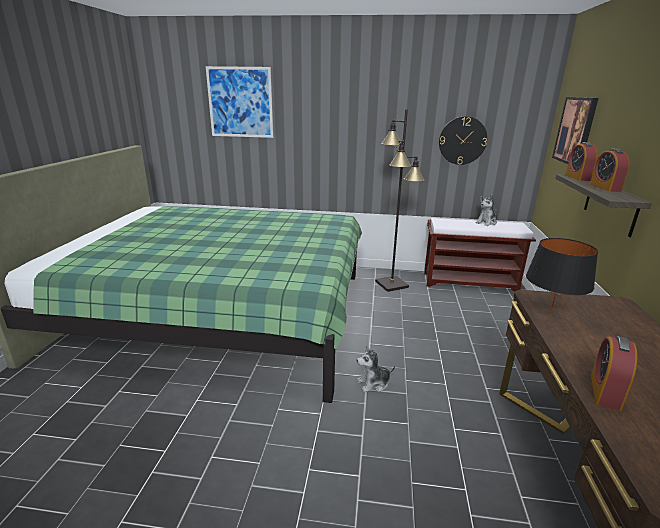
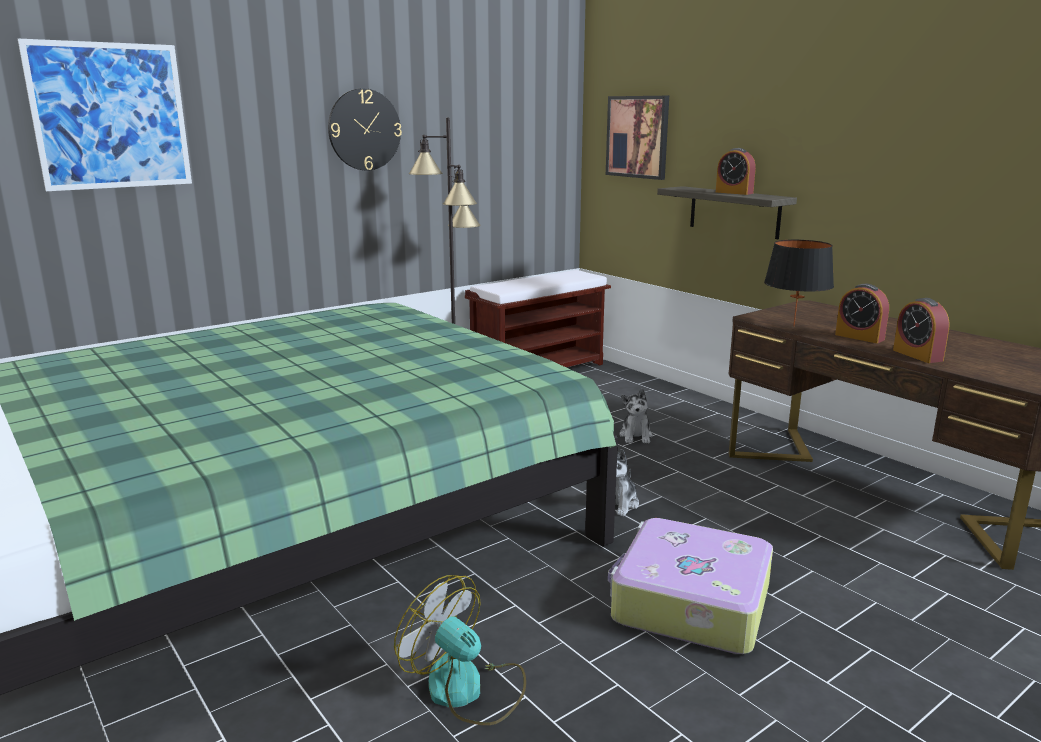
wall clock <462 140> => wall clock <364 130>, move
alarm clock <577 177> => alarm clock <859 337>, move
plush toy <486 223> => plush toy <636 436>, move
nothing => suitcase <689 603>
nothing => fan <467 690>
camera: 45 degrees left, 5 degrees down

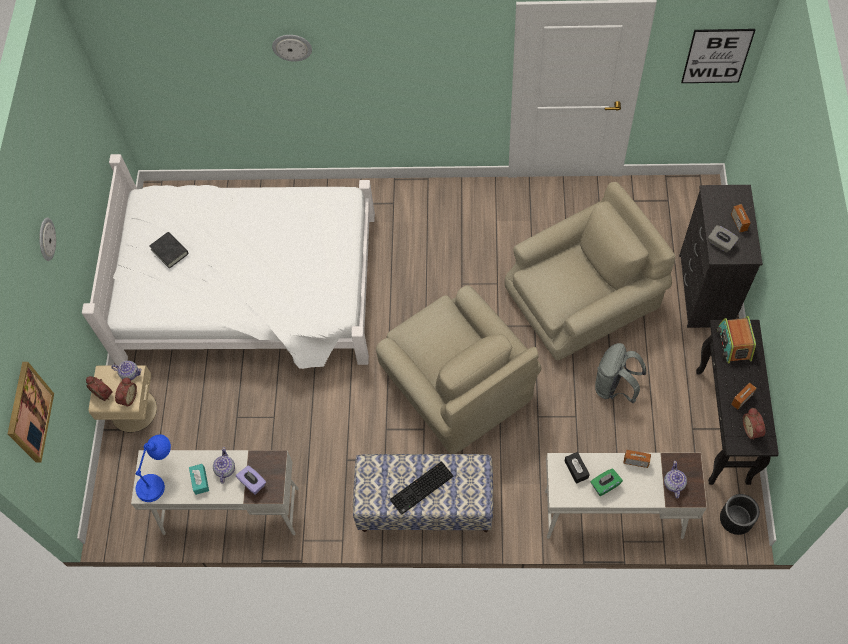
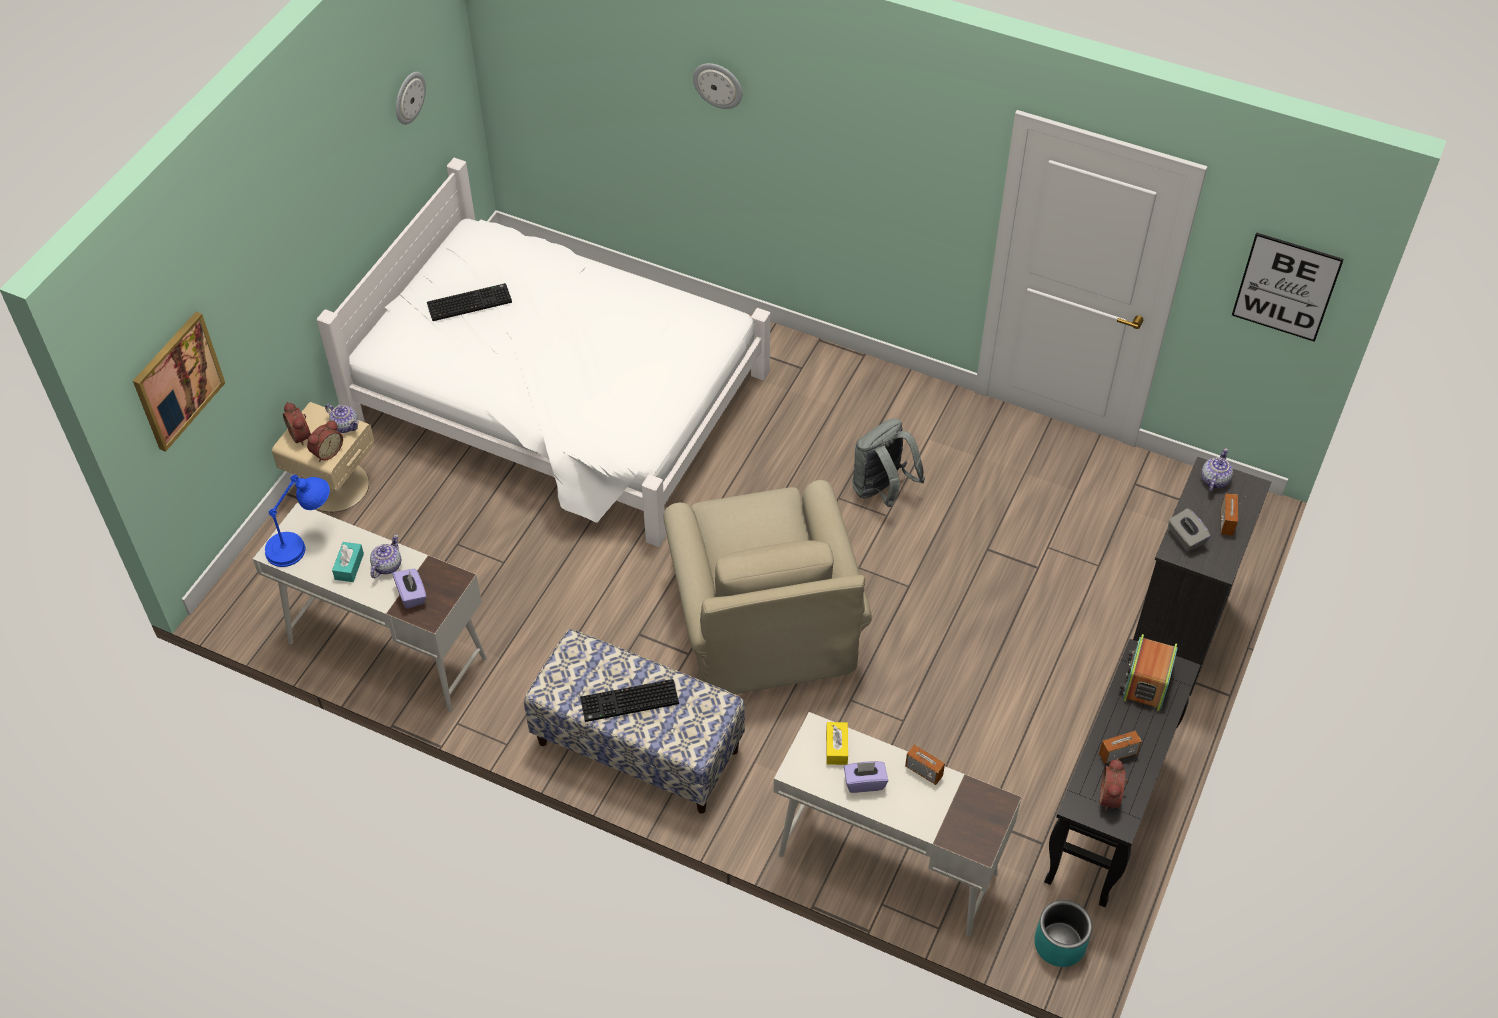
beige armchair <581 298> => nothing
wall clock <46 239> => wall clock <409 97>, move
black book <169 251> => keyboard <470 302>
grey backpack <615 387> => grey backpack <882 490>, move
black tissue box <576 469> => yellow tissue box <836 747>
teapot <673 484> => teapot <1214 480>, move
green tissue box <605 485> => purple tissue box <864 782>
black planter <736 519> => turquoise planter <1060 944>
camera: 20 degrees right, 10 degrees down

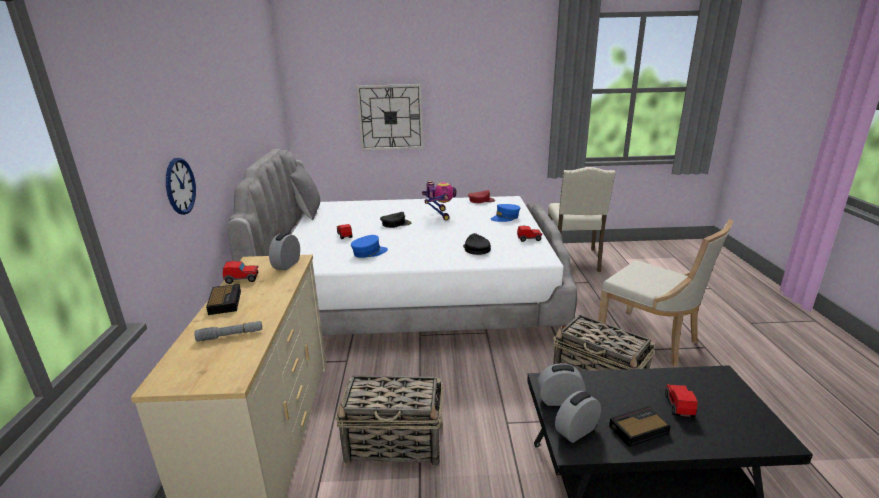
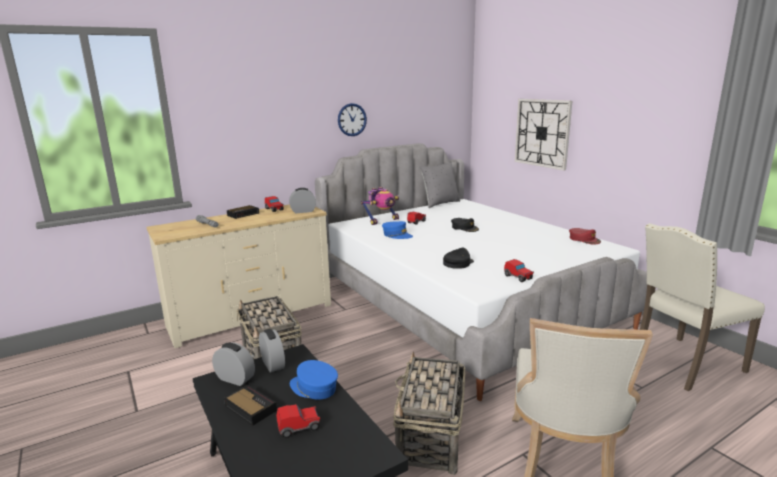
wall clock <180 186> => wall clock <352 119>, move
toy robot <439 215> => toy robot <382 221>, move
blue cap <505 218> => blue cap <314 388>, move
camera: 60 degrees right, 5 degrees down

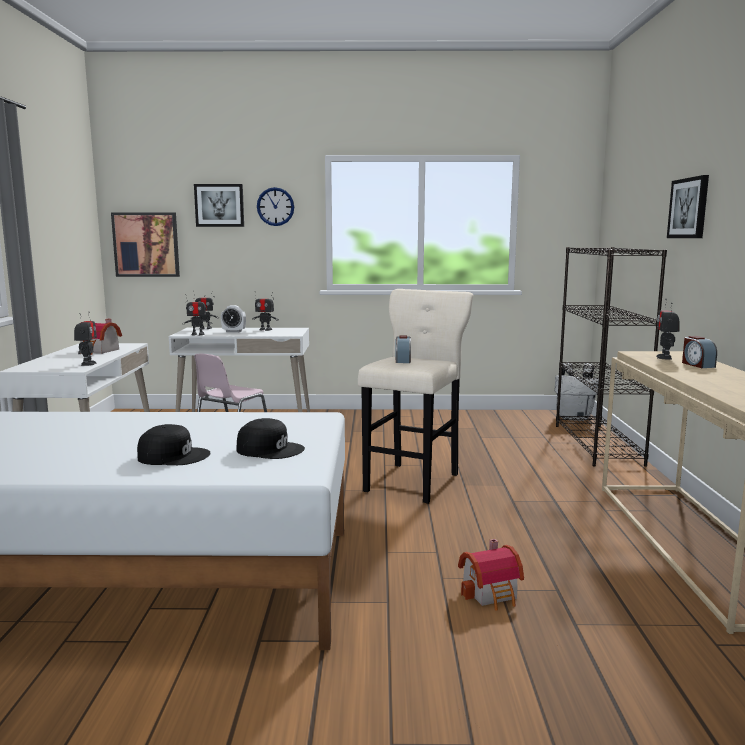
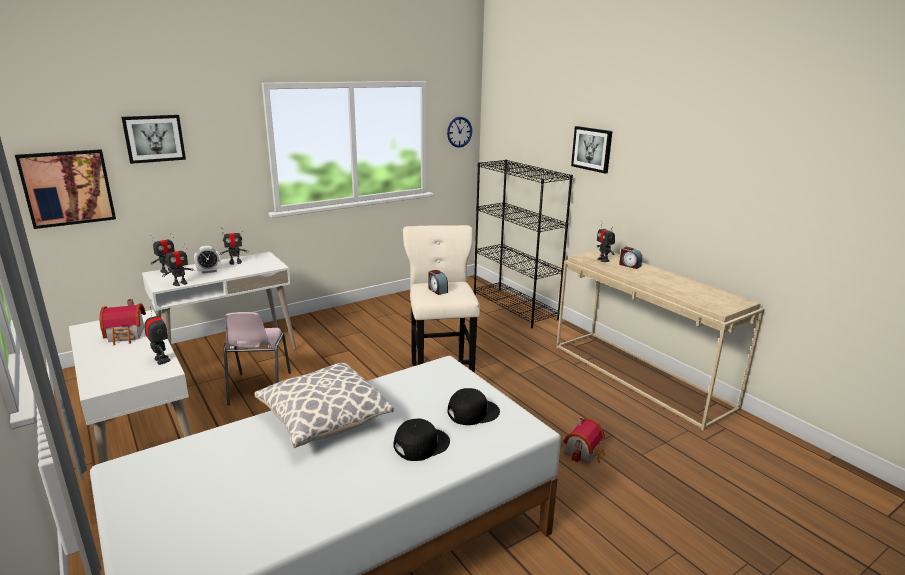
wall clock <275 206> => wall clock <459 132>, move
white backpack <574 418> => nothing
nothing => pillow <324 420>
camera: 35 degrees left, 10 degrees up

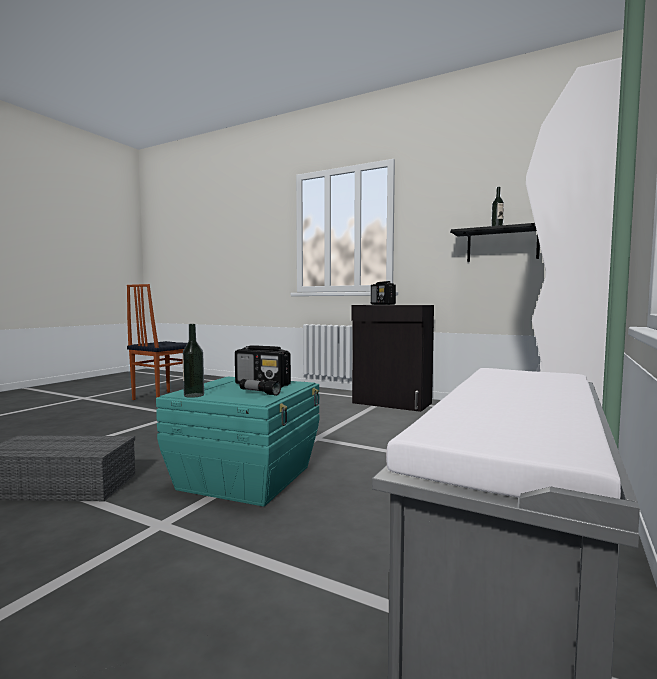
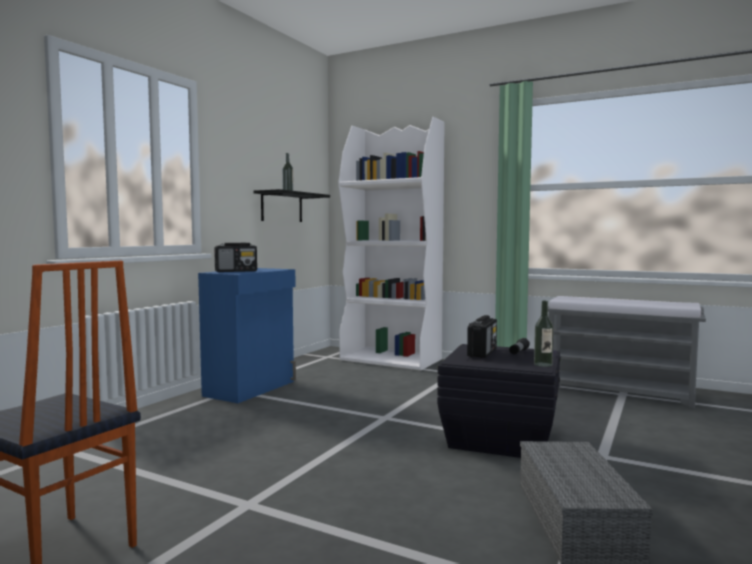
black cabinet <392 403> => blue cabinet <251 388>
turquoise storage box <247 477> => black storage box <499 437>
camera: 90 degrees left, 0 degrees up

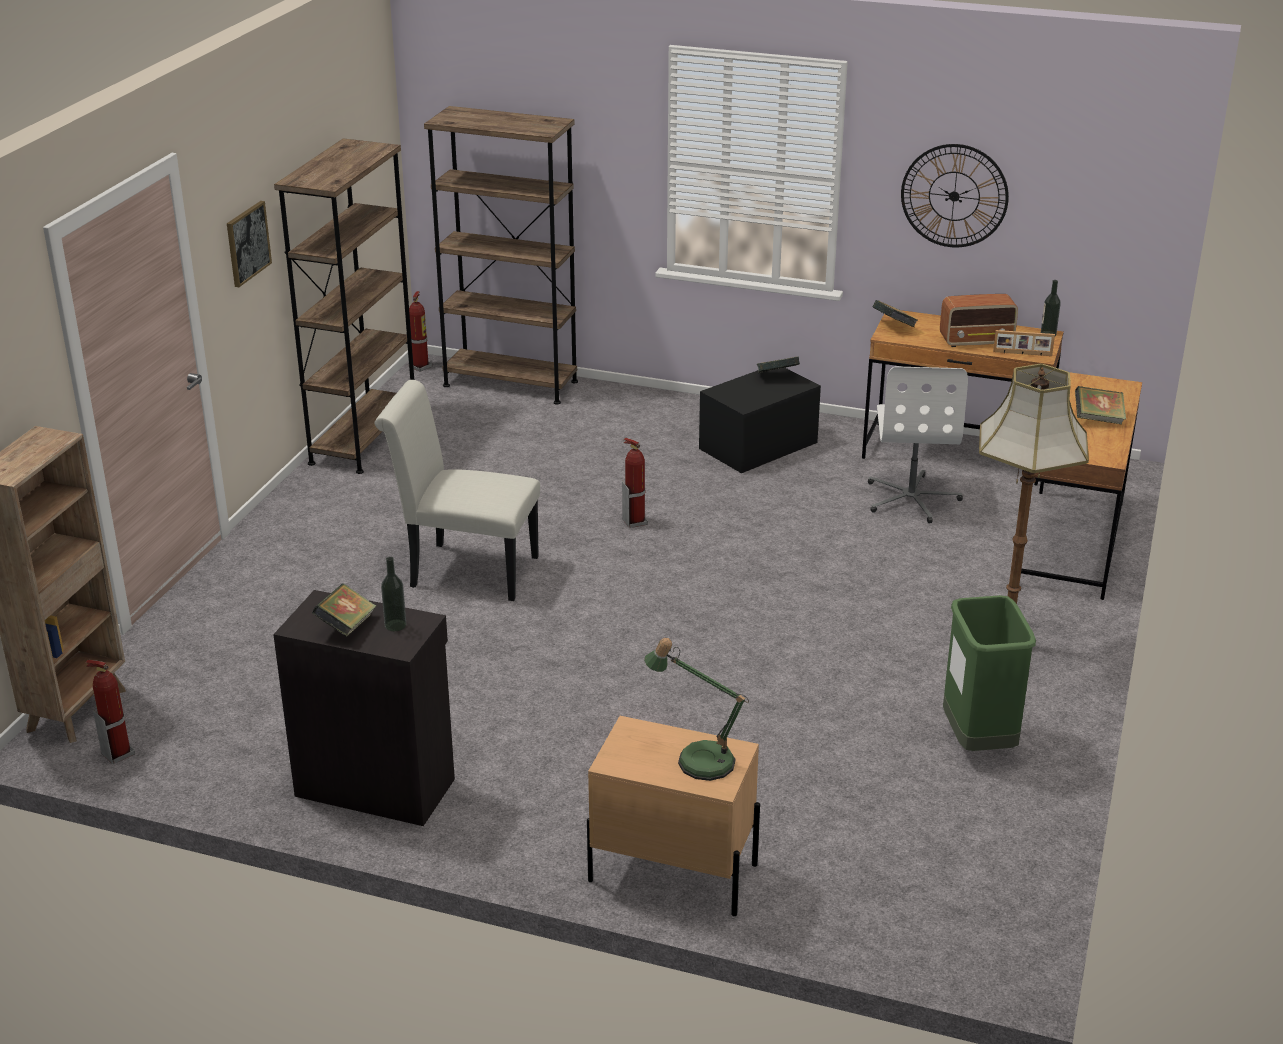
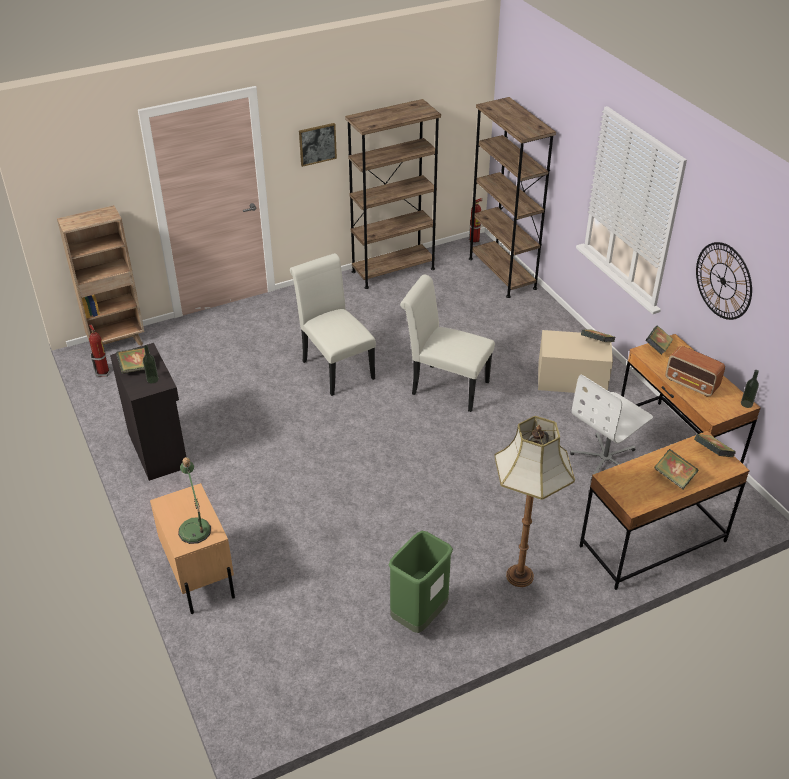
picture frame <1022 354> => nothing
black storage box <758 445> => beige storage box <572 378>
fire extinguisher <634 521> => white chair <445 386>
nothing => book <712 454>
camera: 45 degrees right, 10 degrees up

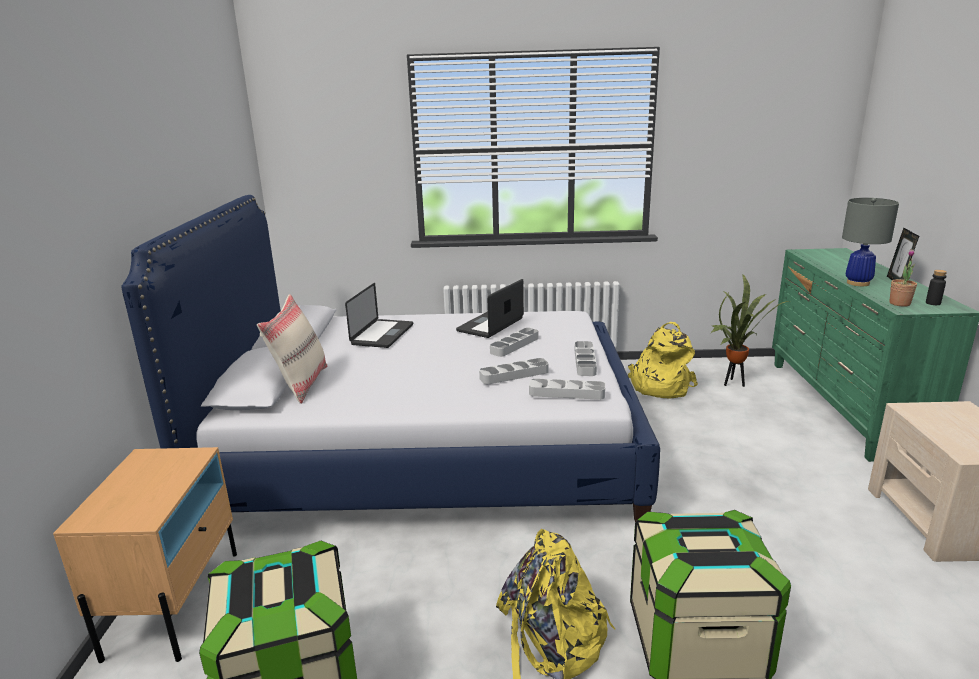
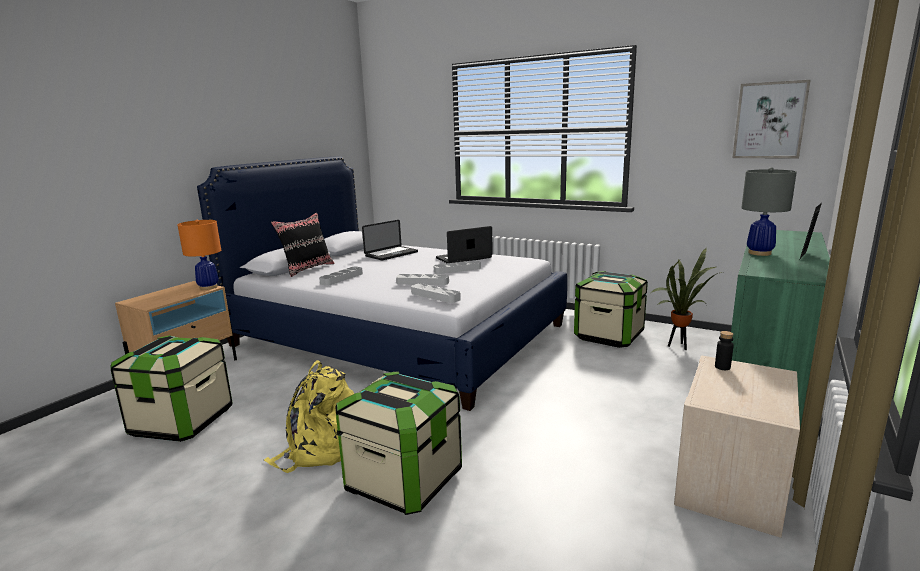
potted plant <899 303> => nothing
black bottle <933 303> => black bottle <722 367>, move
beige pillow <301 384> => black pillow <307 269>
yellow backpack <659 386> => storage box <609 336>
grey tray <585 361> => grey tray <342 278>, move
nothing => picture <769 120>
nothing => orange table lamp <208 287>
camera: 30 degrees right, 5 degrees down

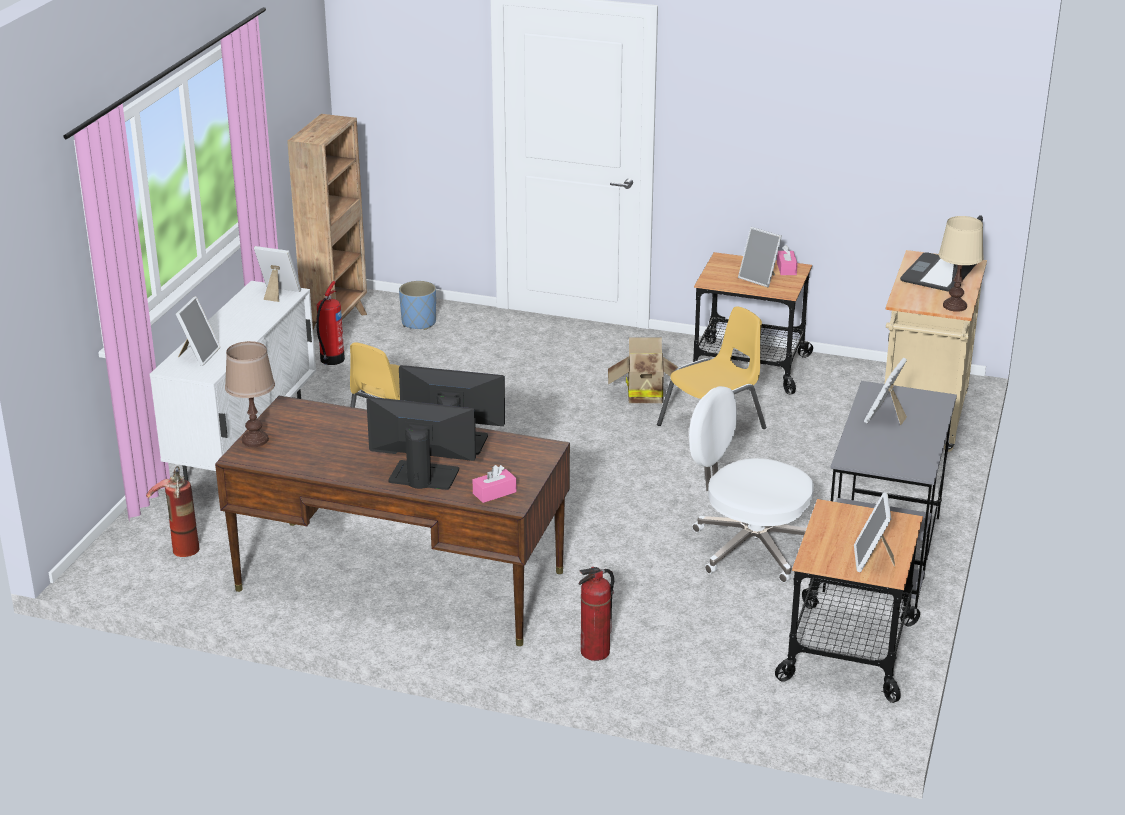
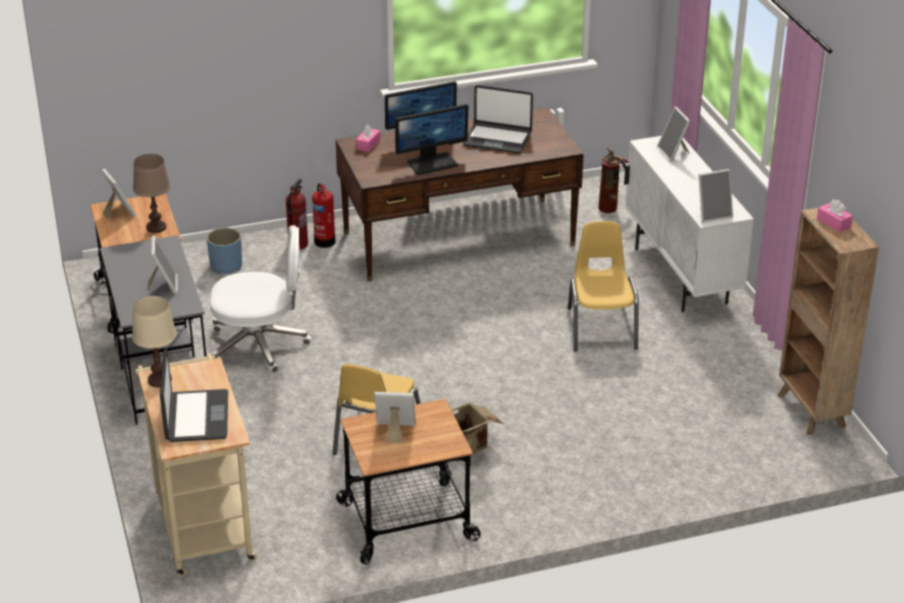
pink tissue box <786 268> => pink tissue box <833 223>, move
fire extinguisher <331 360> => fire extinguisher <324 240>, move
blue planter <419 323> => blue planter <226 266>, move
brown table lamp <255 440> => brown table lamp <156 227>, move
nothing => laptop <497 139>
camera: 145 degrees right, 5 degrees up

